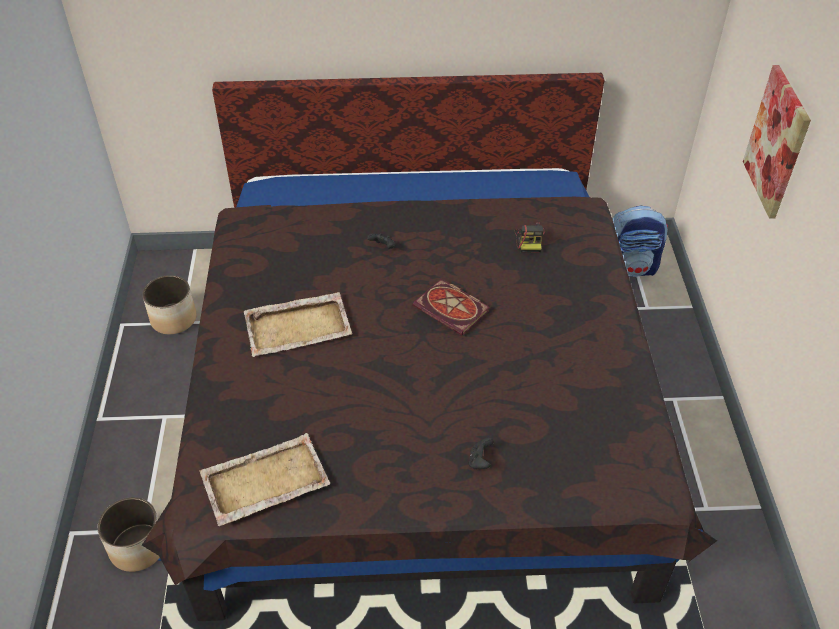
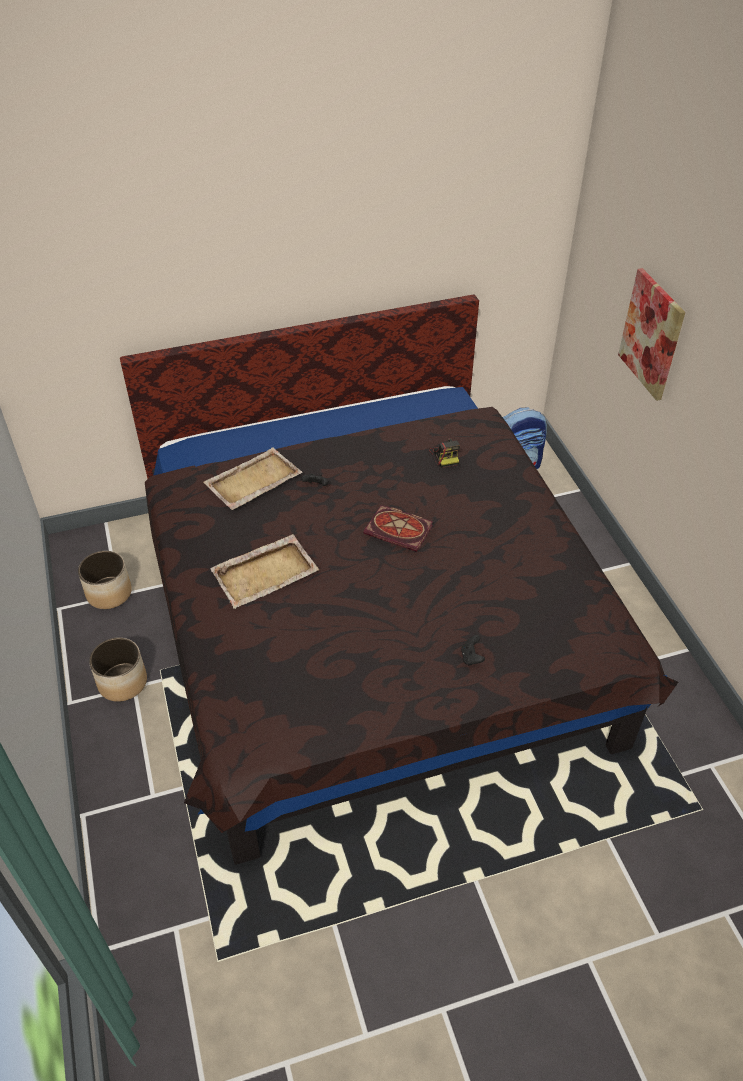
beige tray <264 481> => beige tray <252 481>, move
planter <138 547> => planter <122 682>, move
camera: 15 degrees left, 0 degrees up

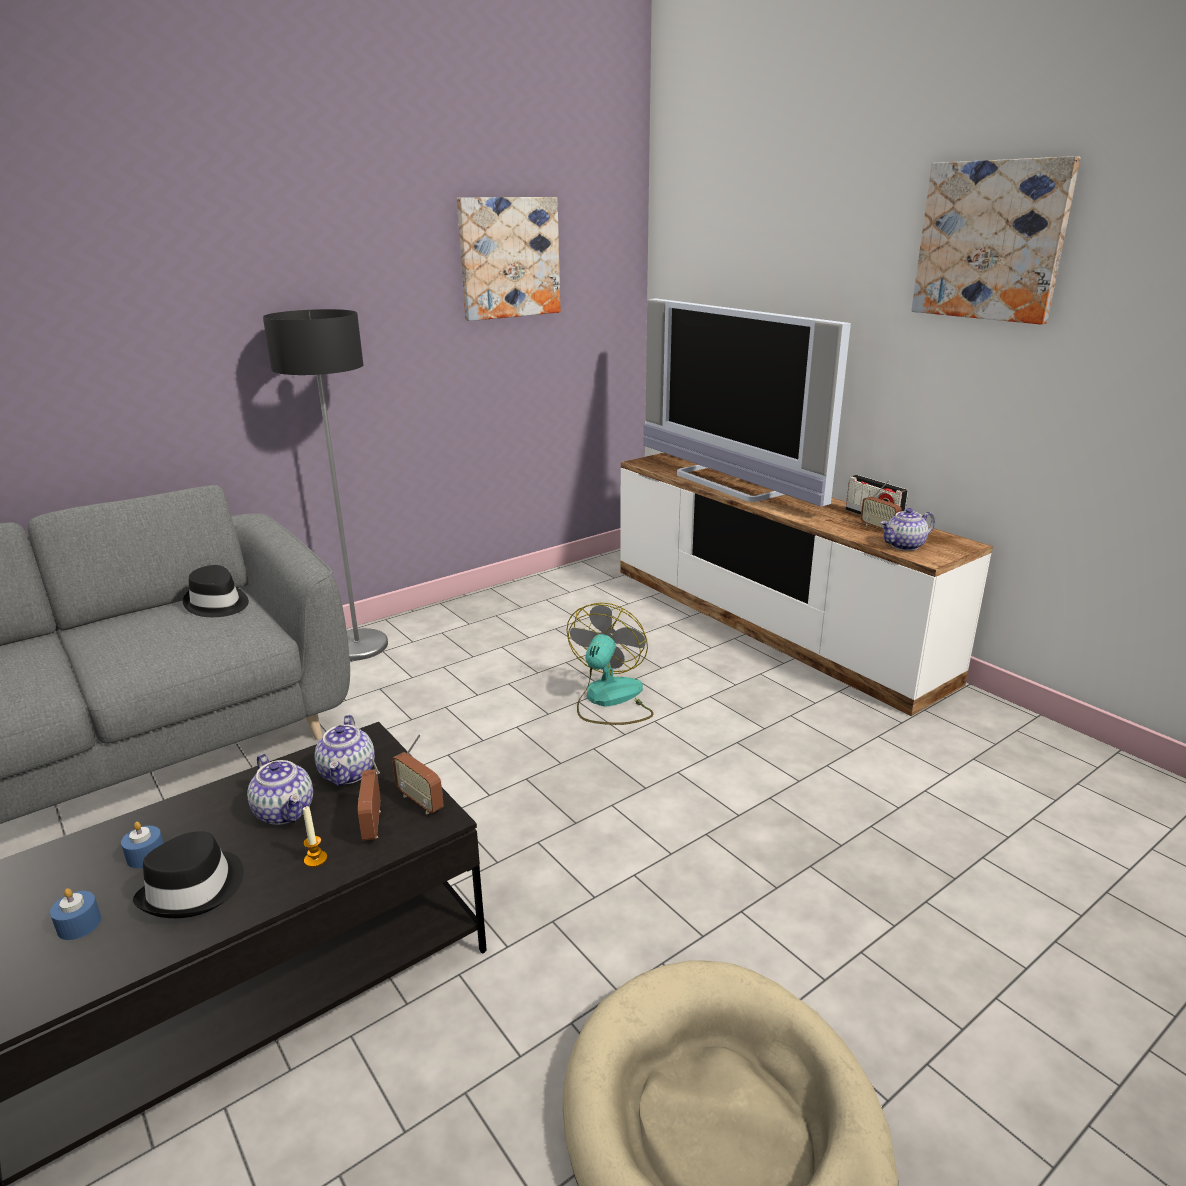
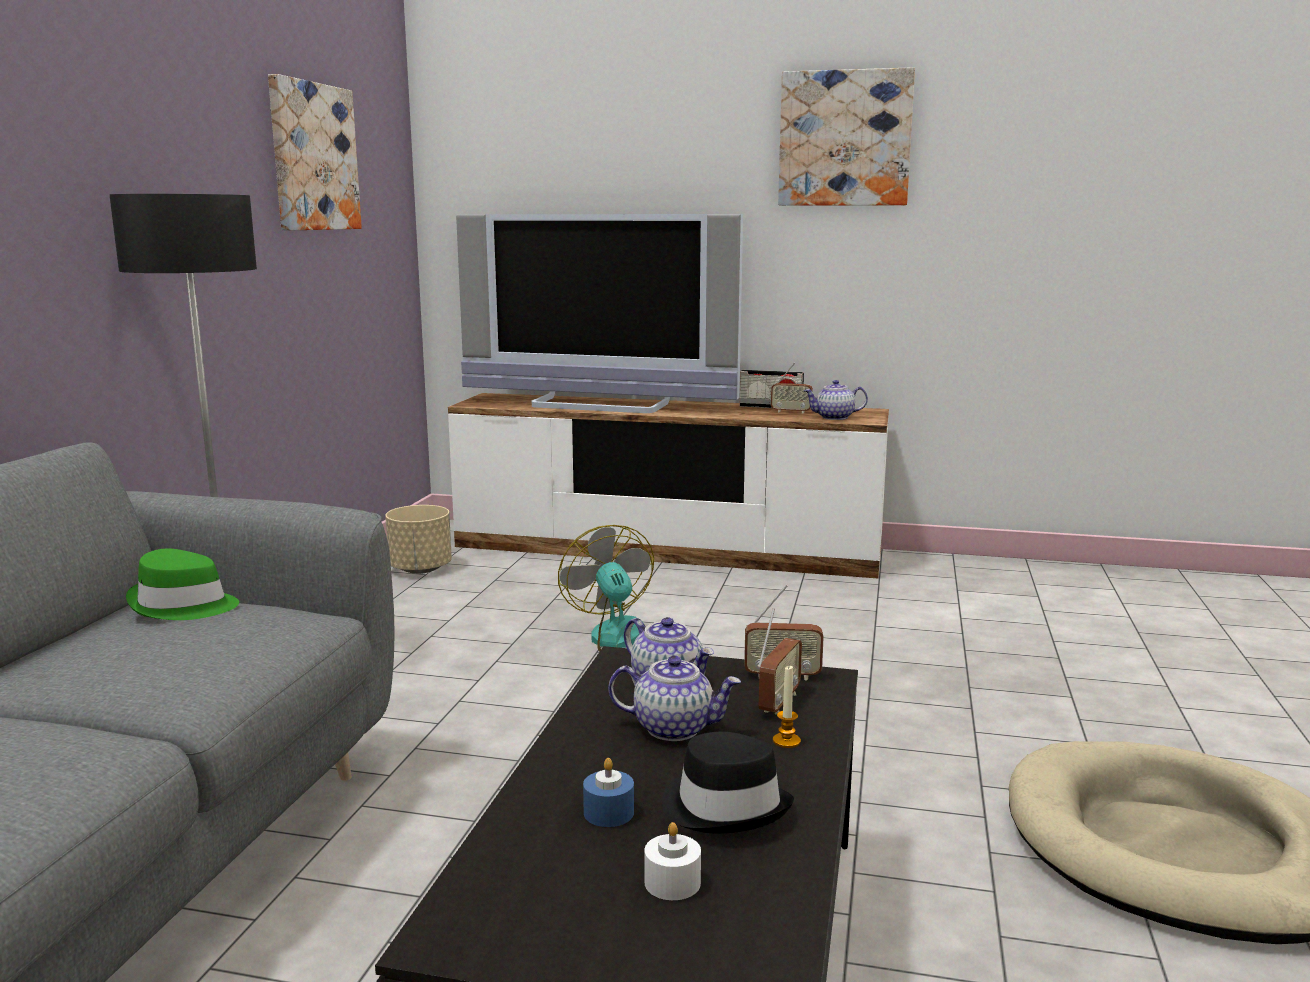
teapot <904 546> => teapot <834 417>, 60 degrees clockwise
black hat <217 604> => green hat <183 606>
radio <373 824> => radio <778 703>, 105 degrees counterclockwise
blue candle <79 924> => white candle <672 882>
nothing => beige planter <420 569>
camera: 40 degrees left, 10 degrees down

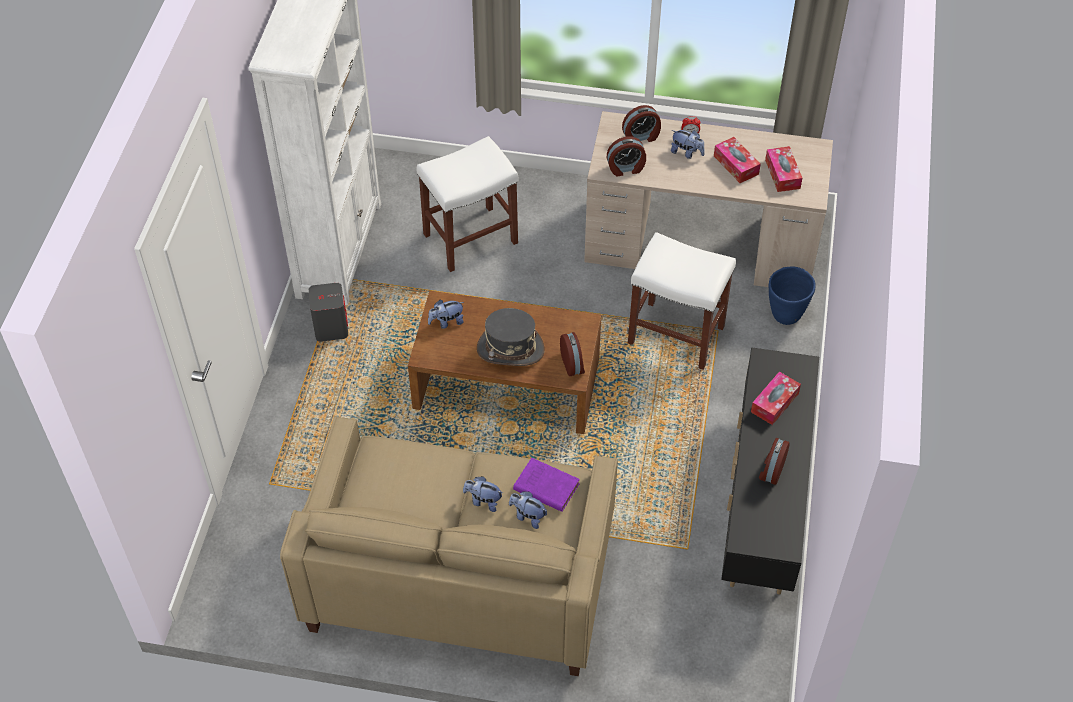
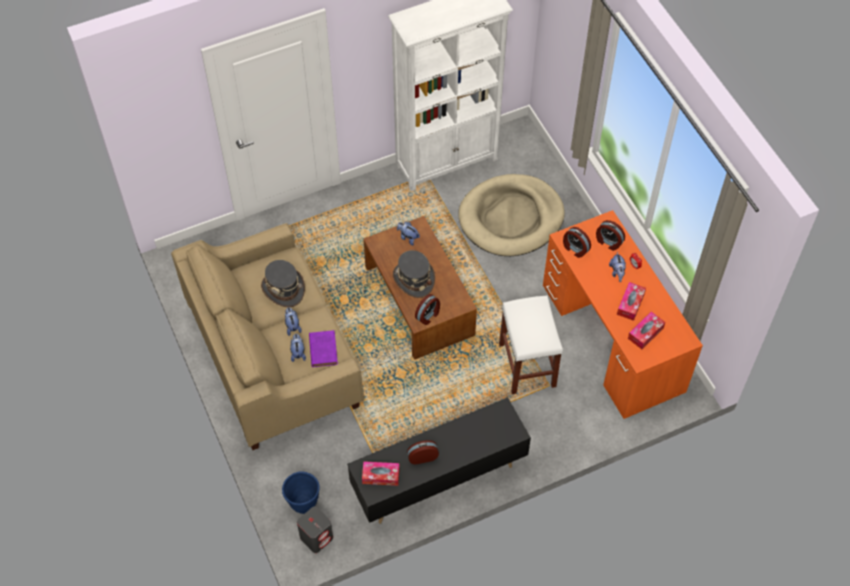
beige desk <701 243> => orange desk <612 338>
white stool <471 238> => beige dog bed <511 218>
blue planter <785 315> => blue planter <303 503>, move
grey speaker <331 327> => grey speaker <317 537>, move
tissue box <774 403> => tissue box <381 476>, move
nothing => grey hat <283 289>
camera: 55 degrees right, 5 degrees up

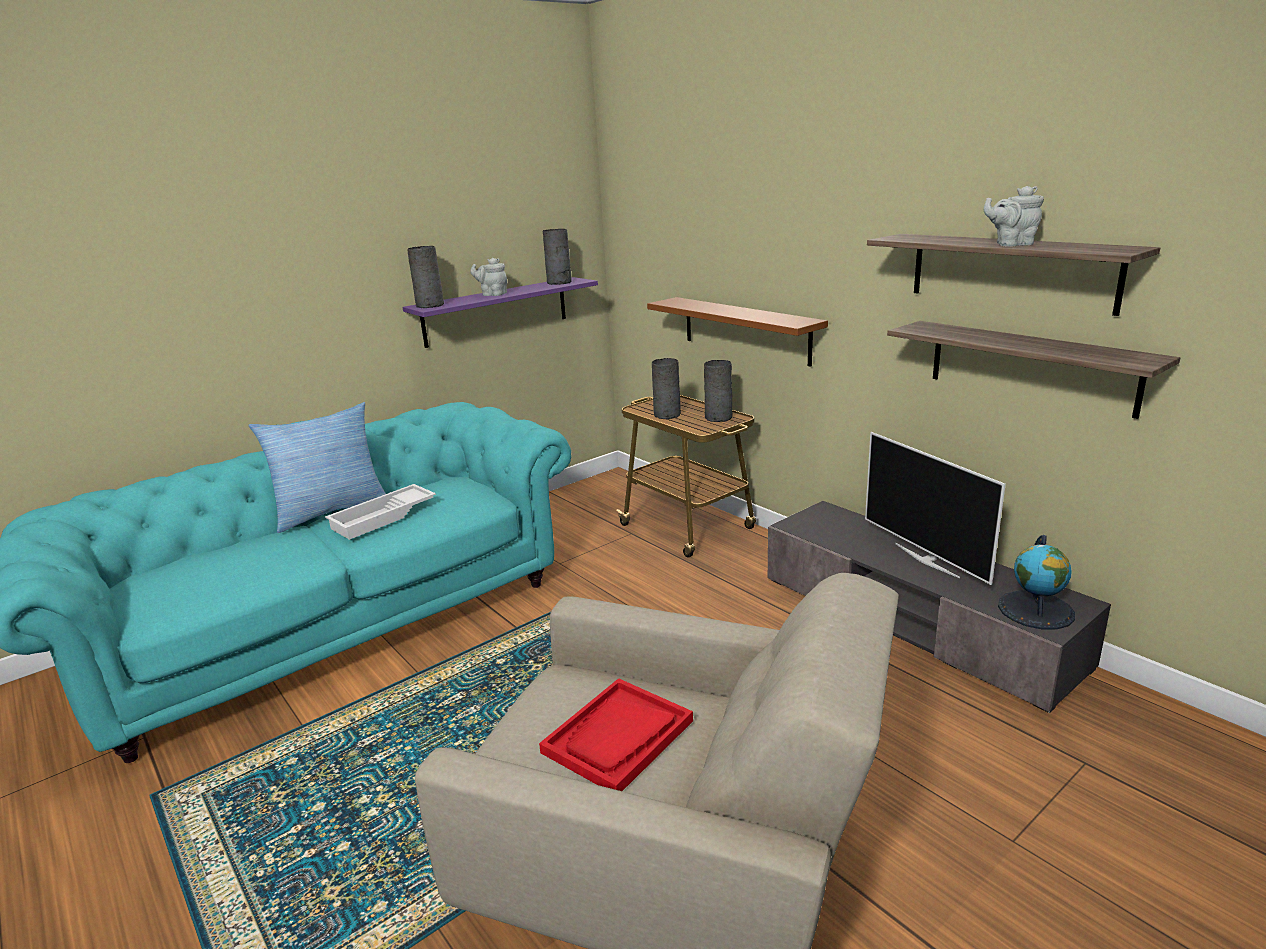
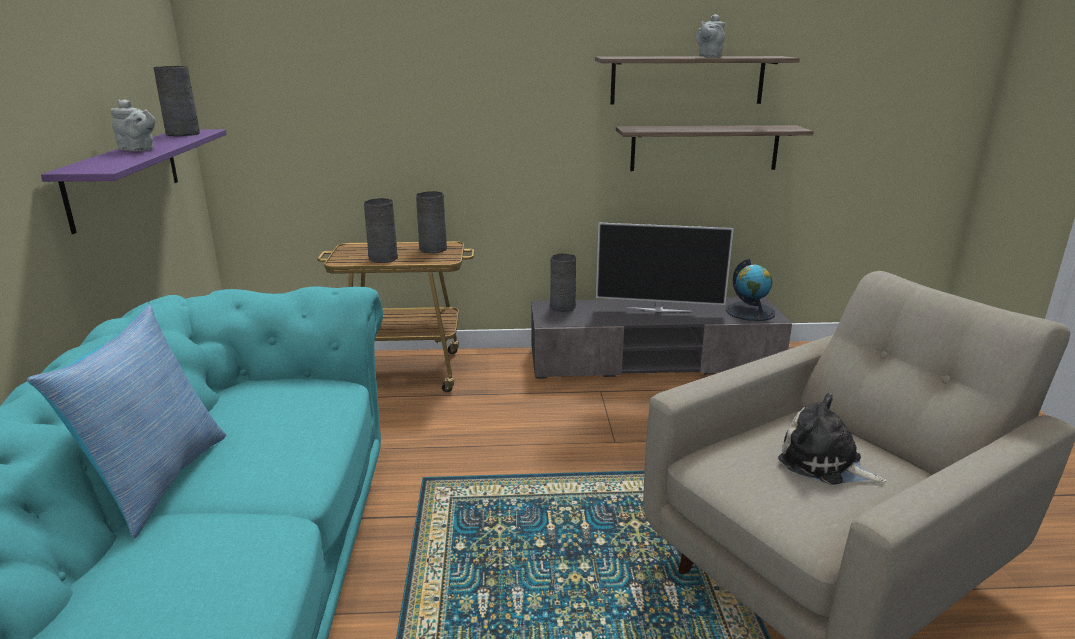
grey vase <431 305> => grey vase <562 307>, move
grey teapot <492 294> => grey teapot <139 150>, 120 degrees counterclockwise
brown shelf <745 330> => nothing
white tray <383 517> => nothing
red tray <618 737> => plush toy <824 463>
camera: 55 degrees left, 0 degrees up

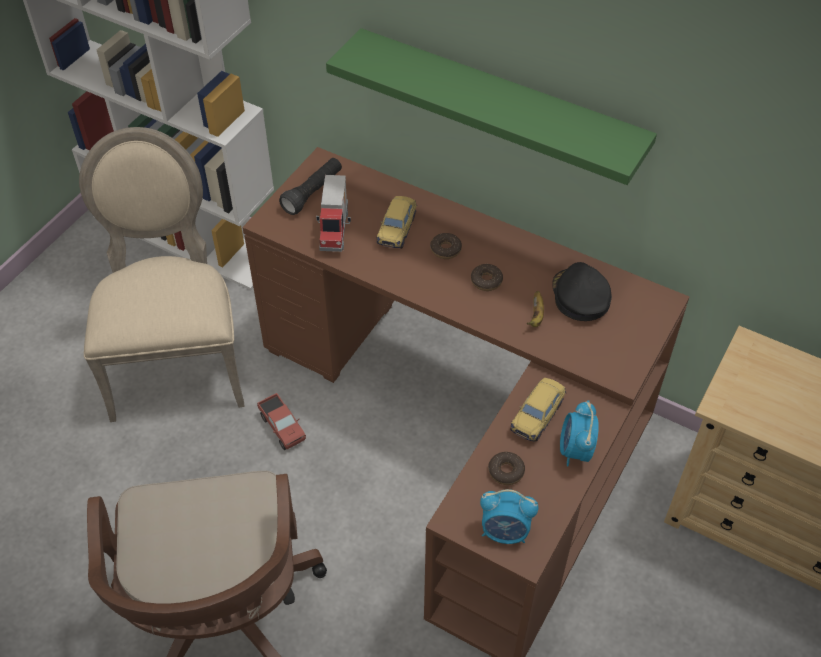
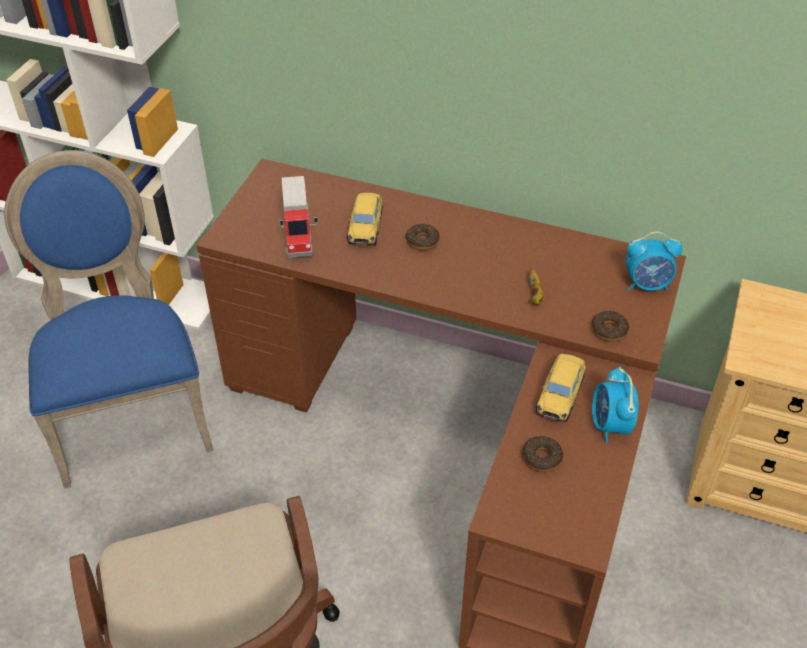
green shelf <499 106> => nothing
beige chair <177 359> => blue chair <129 411>
black flashlight <313 193> => nothing
black cap <579 296> => nothing
donut <486 281> => donut <609 330>, move
toy truck <282 428> => nothing
alarm clock <505 532> => alarm clock <647 285>, move
camera: 10 degrees left, 5 degrees down

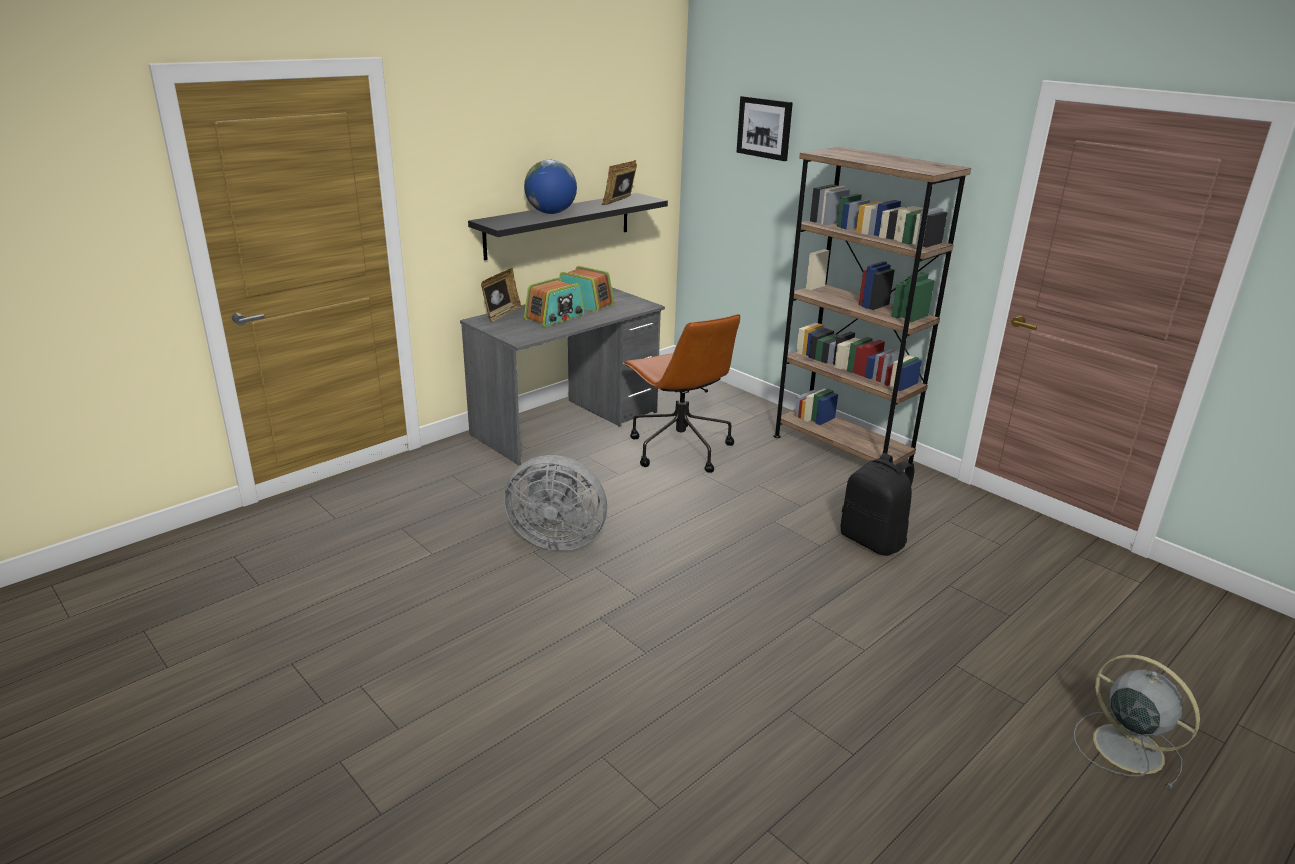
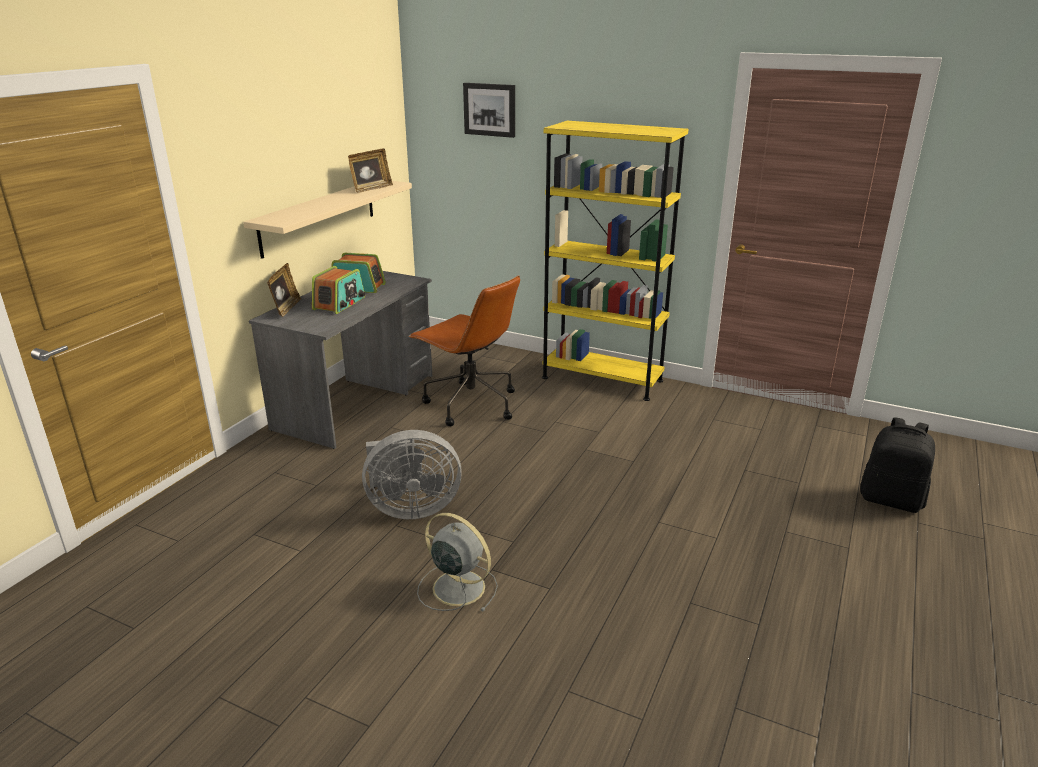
brown bookcase <841 450> => yellow bookcase <602 379>
globe <551 213> => nothing
picture frame <620 202> => picture frame <371 188>, 150 degrees counterclockwise
black shelf <559 225> => beige shelf <319 216>
black backpack <873 541> => black backpack <891 500>, move
grey fan <1125 746> => grey fan <456 587>, move
camera: 20 degrees left, 0 degrees up

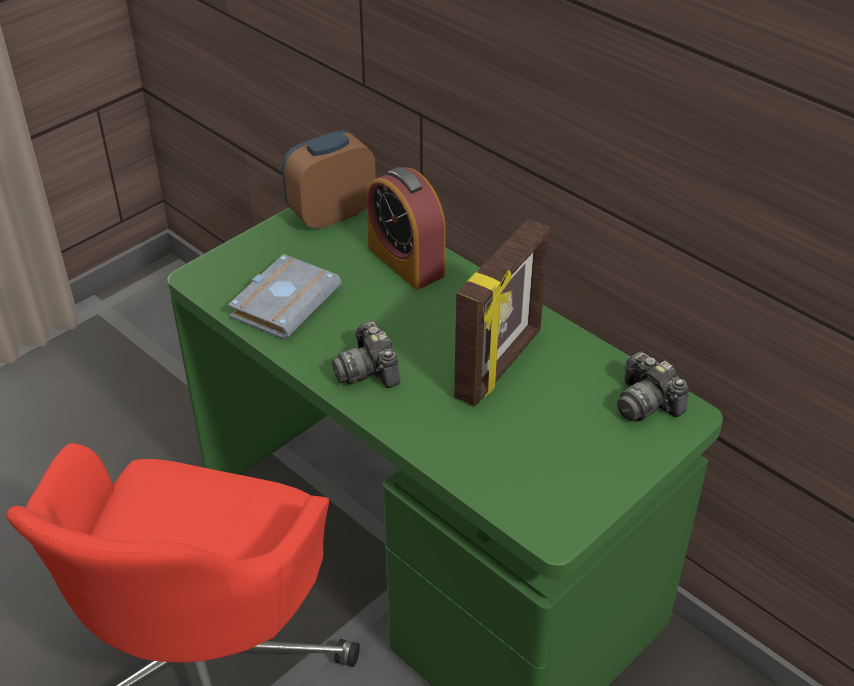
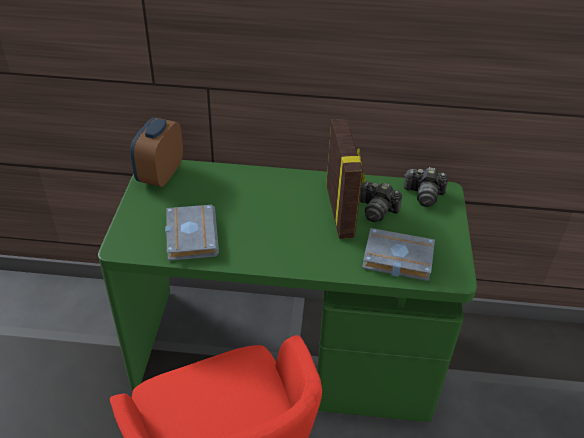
alarm clock <406 261> => nothing
photo camera <368 370> => photo camera <377 210>, move
nothing => grey book <396 259>
camera: 40 degrees left, 0 degrees up

